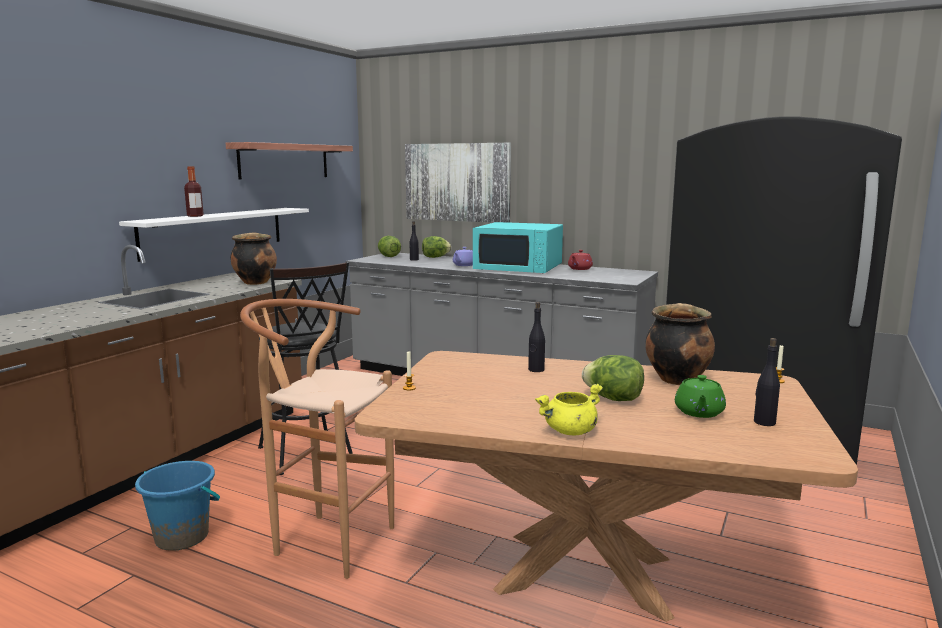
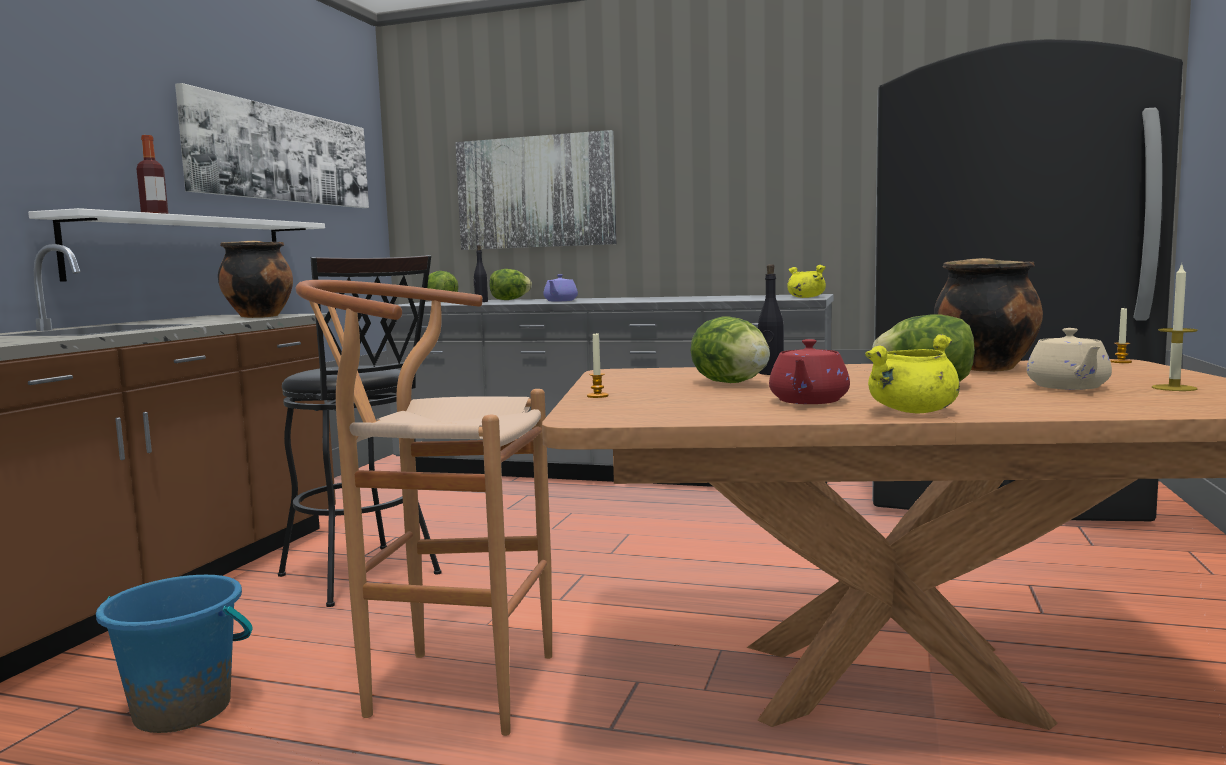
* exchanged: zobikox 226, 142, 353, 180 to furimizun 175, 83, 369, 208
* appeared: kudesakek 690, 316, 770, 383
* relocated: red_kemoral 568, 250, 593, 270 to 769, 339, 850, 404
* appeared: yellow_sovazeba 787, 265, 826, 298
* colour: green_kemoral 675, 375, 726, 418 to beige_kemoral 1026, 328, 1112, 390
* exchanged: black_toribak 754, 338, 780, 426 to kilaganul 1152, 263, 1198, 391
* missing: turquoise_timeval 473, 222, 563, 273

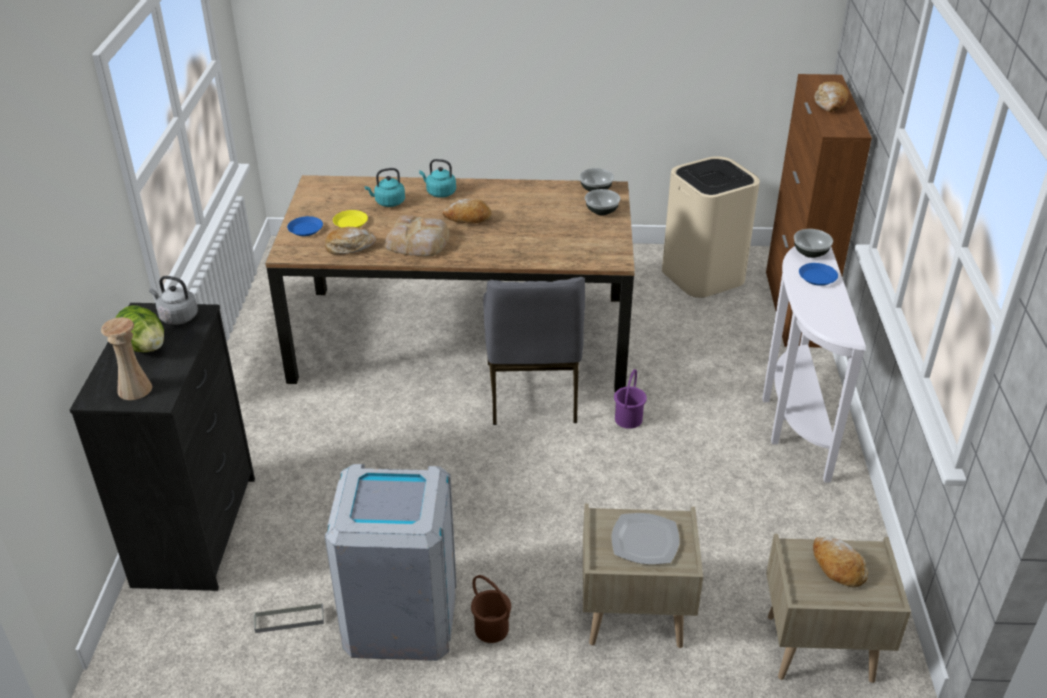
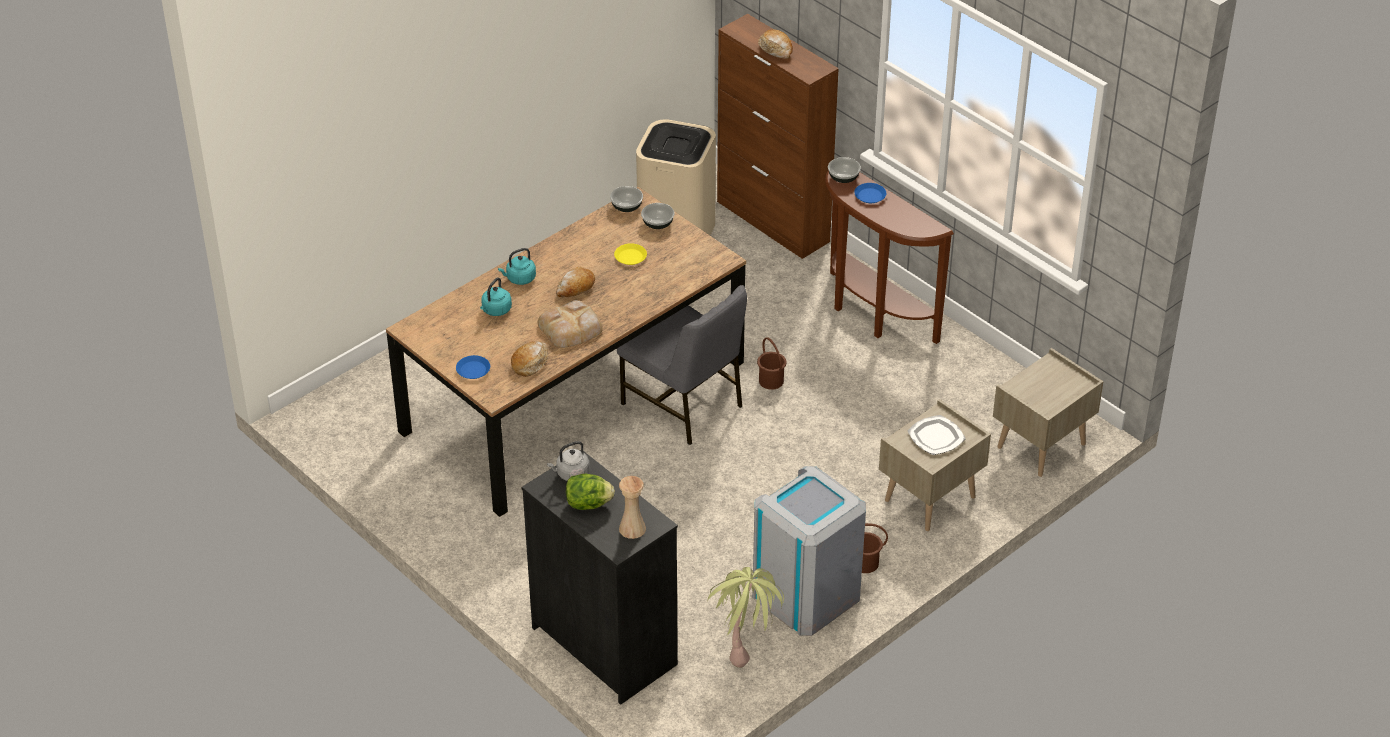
* relocated: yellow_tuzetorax 333, 210, 368, 228 to 614, 243, 647, 265
* exchanged: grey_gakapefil 254, 603, 324, 633 to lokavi 708, 567, 784, 668
* colour: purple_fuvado 614, 369, 647, 429 to brown_fuvado 757, 337, 786, 390
* colour: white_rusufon 762, 246, 866, 483 to brown_rusufon 825, 170, 954, 344
* missing: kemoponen 813, 537, 868, 588

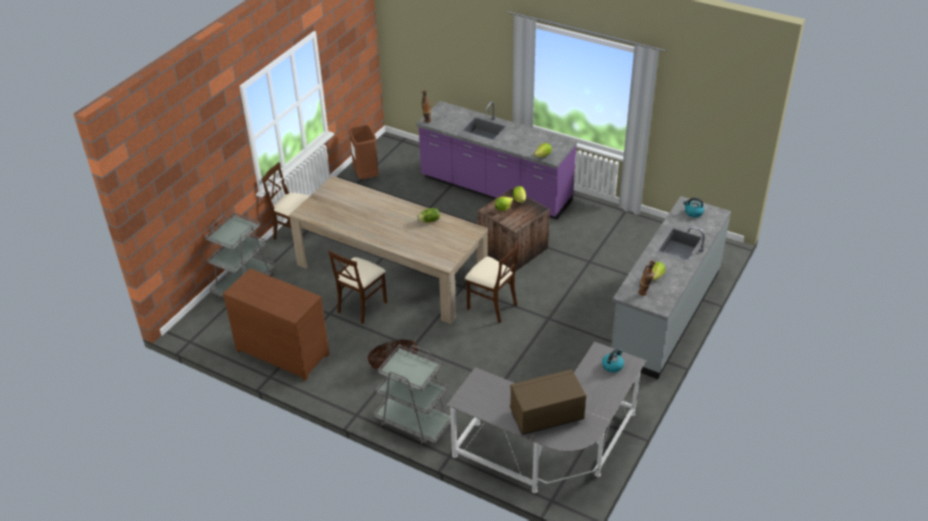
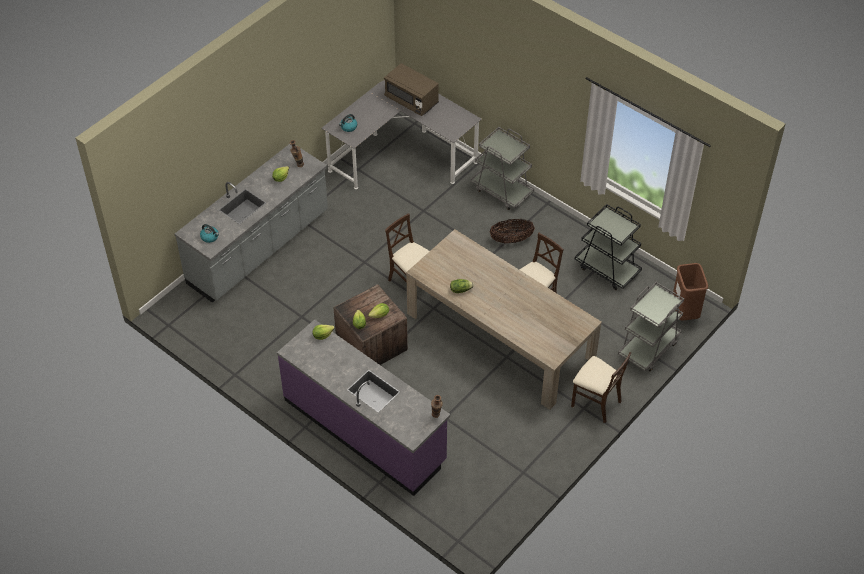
* spun: brown_timeval 510, 369, 586, 435 = 384, 63, 439, 116 45 degrees clockwise
* exchanged: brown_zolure 223, 268, 329, 381 to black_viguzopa 575, 204, 642, 290
* relocated: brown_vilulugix 348, 125, 379, 179 to 673, 263, 708, 321

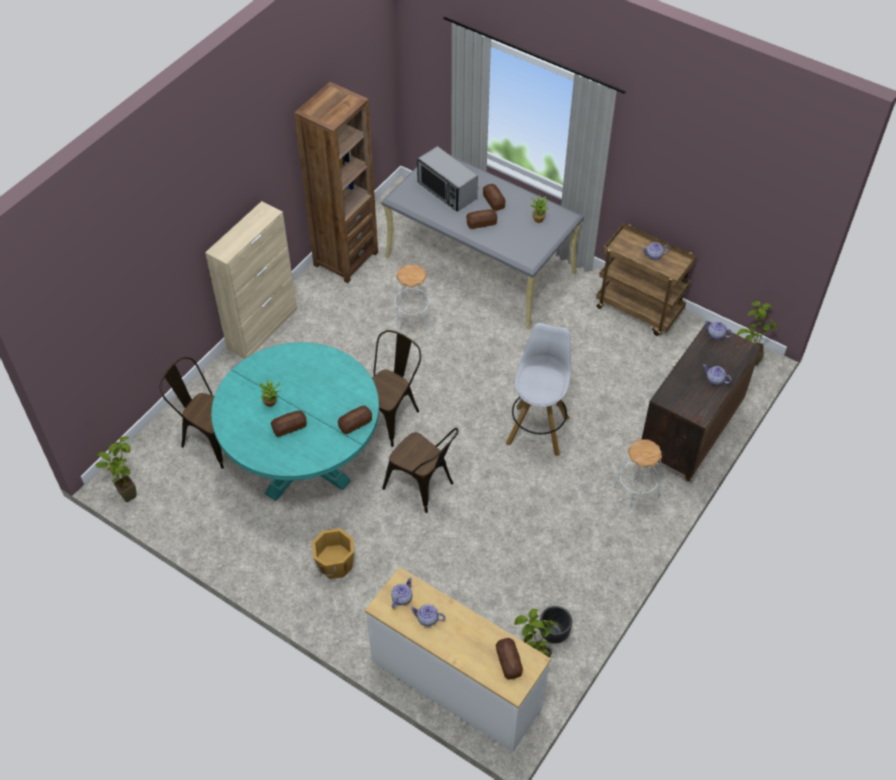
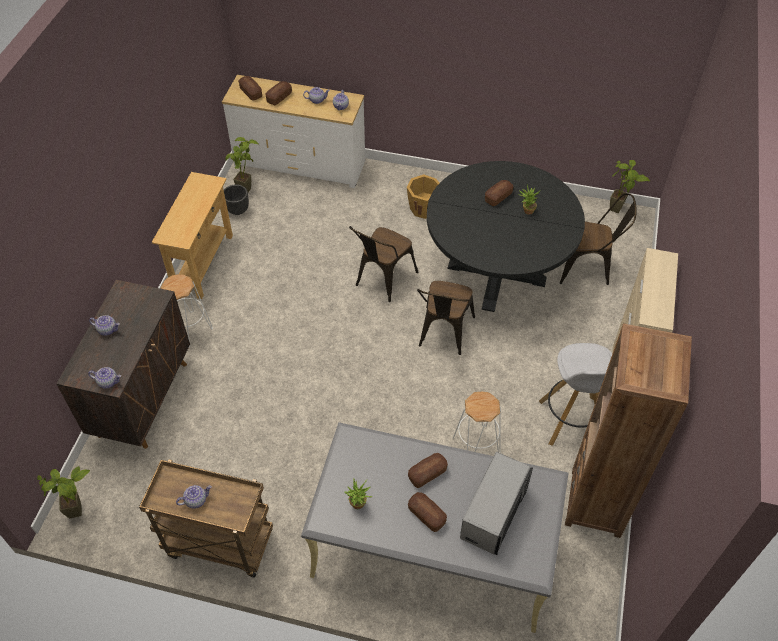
* appeared: beige_rusufon 152, 172, 233, 299
* relocated: kemoponen 338, 406, 372, 434 to 265, 81, 292, 105
* spun: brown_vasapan 382, 428, 458, 513 = 349, 226, 418, 302 75 degrees counterclockwise
* colour: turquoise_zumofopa 211, 342, 379, 501 to black_zumofopa 427, 161, 585, 312
* spun: timeval 417, 146, 478, 212 = 460, 452, 533, 555 90 degrees clockwise
* relocated: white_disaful 506, 323, 571, 456 to 539, 343, 612, 446

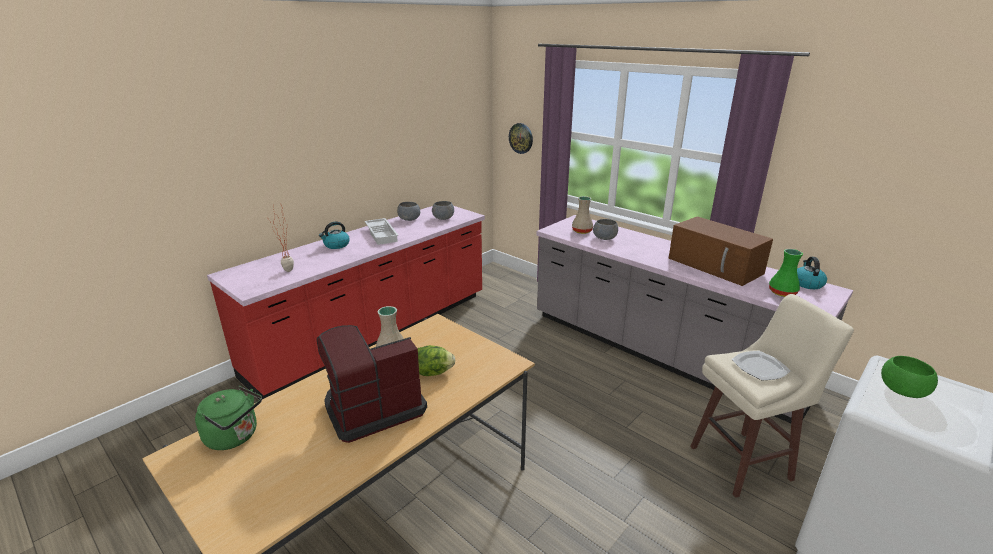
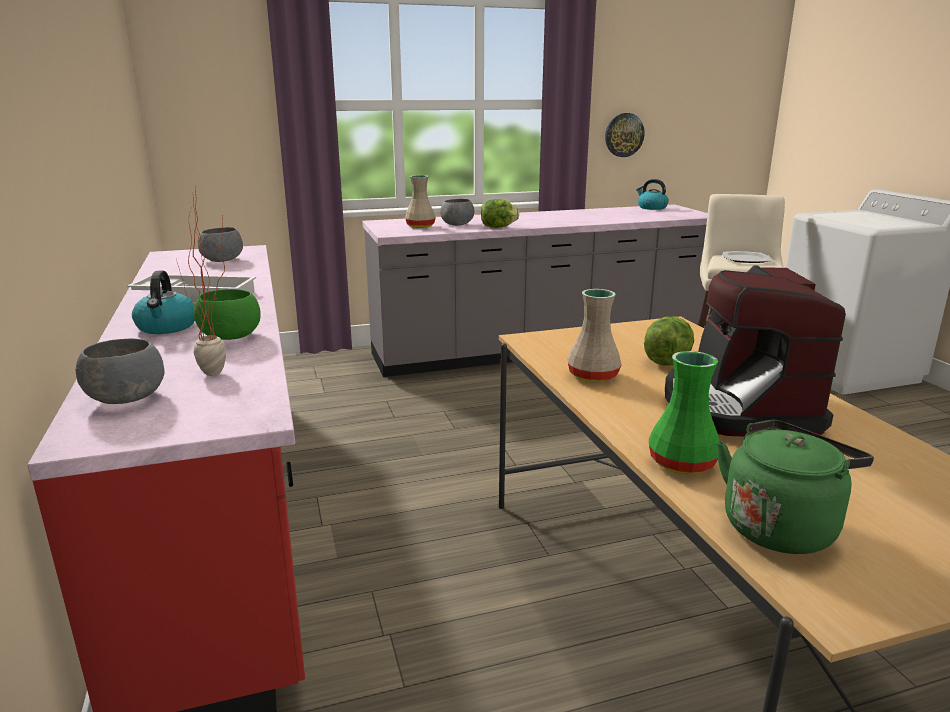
* relocated: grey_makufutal 397, 202, 420, 221 to 76, 338, 164, 404
* relocated: green_makufutal 881, 356, 938, 398 to 194, 289, 261, 340
* appeared: kudesakek 481, 199, 519, 228
* relocated: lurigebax 509, 123, 533, 154 to 605, 113, 645, 157
* relocated: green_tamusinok 769, 249, 803, 297 to 649, 351, 719, 475
* missing: brown_timeval 668, 216, 773, 286

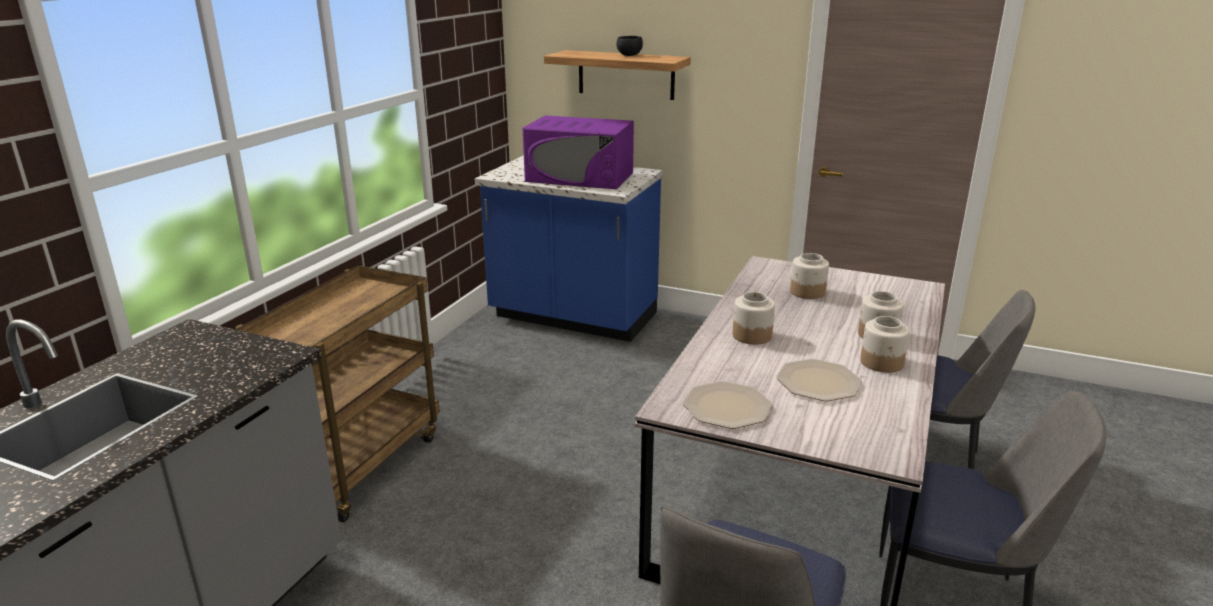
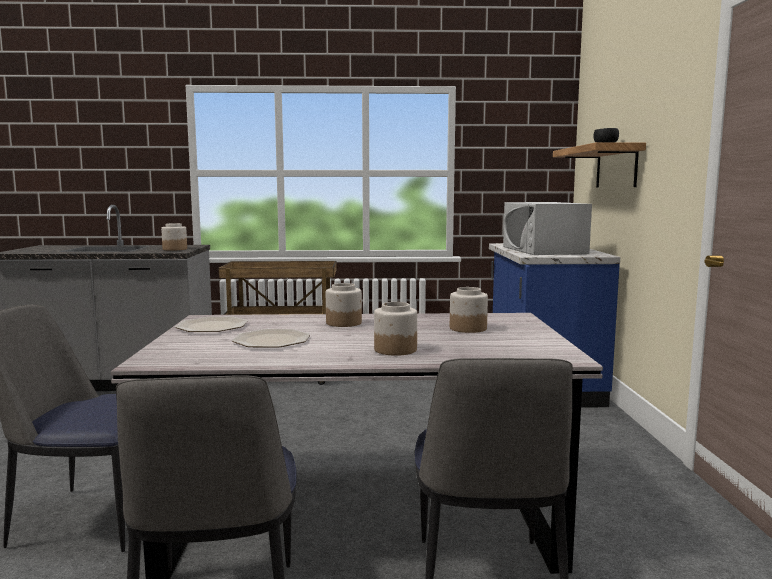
* relocated: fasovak 860, 316, 910, 373 to 161, 223, 187, 251
* colour: purple_timeval 523, 115, 634, 189 to white_timeval 503, 202, 592, 255

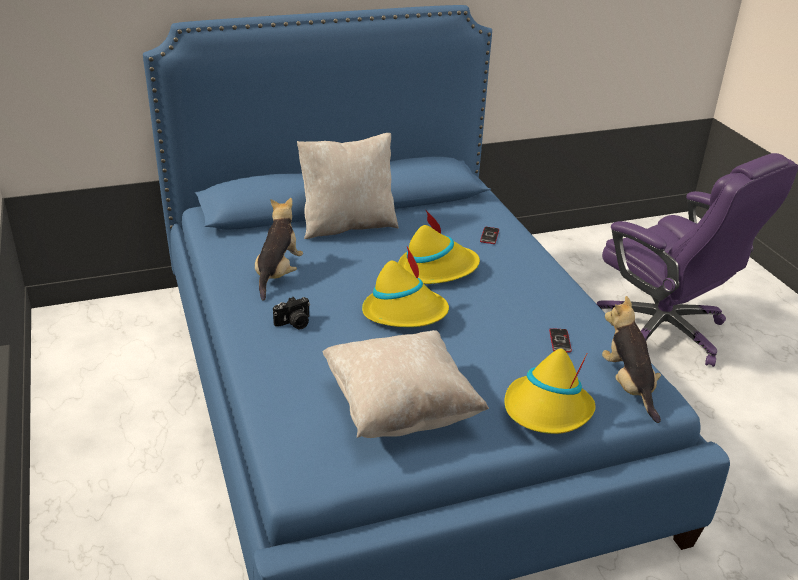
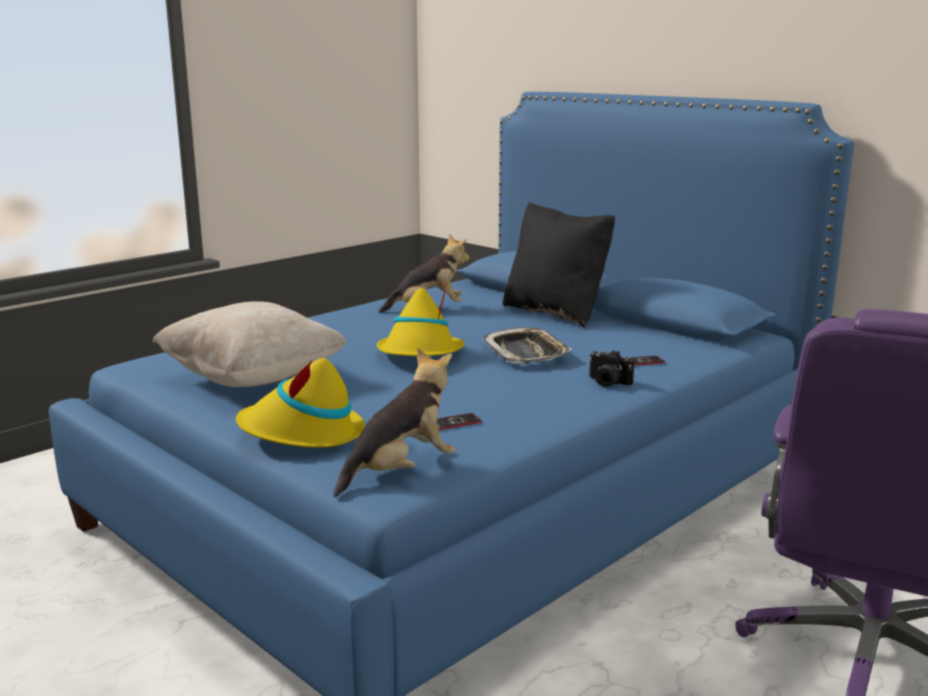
* exchanged: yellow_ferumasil 398, 209, 480, 284 to gakapefil 482, 327, 572, 364
* colour: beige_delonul 297, 133, 399, 239 to black_delonul 503, 202, 615, 328
* relocated: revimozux 273, 297, 310, 330 to 589, 350, 634, 387

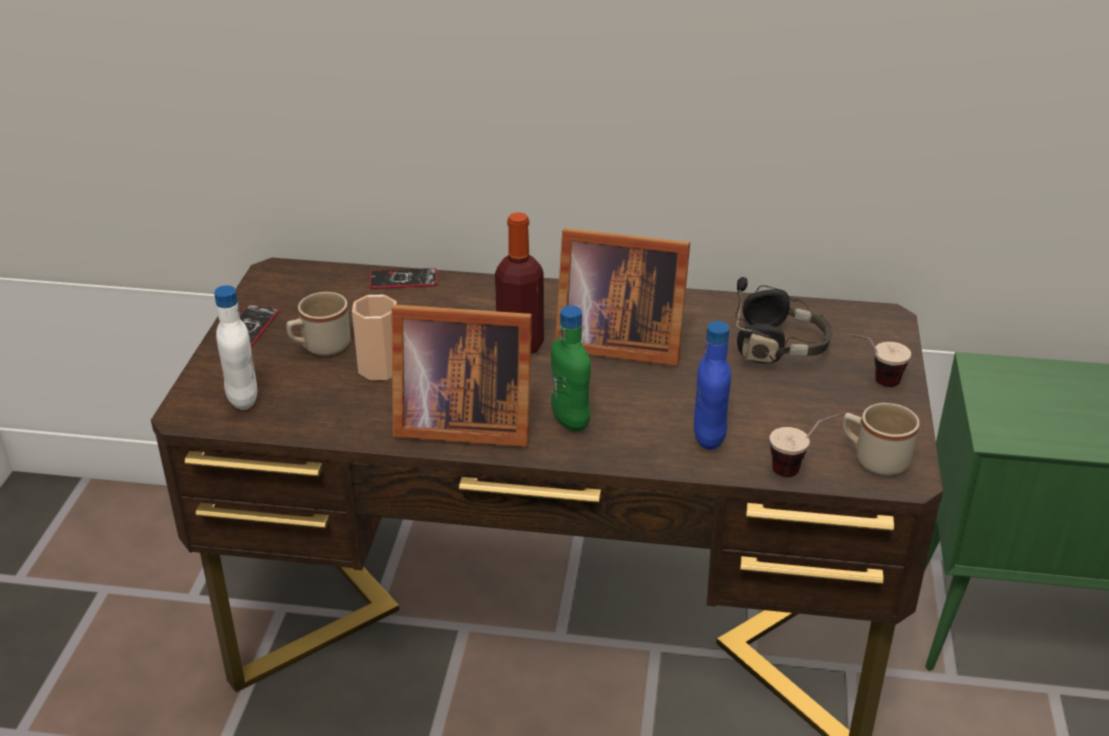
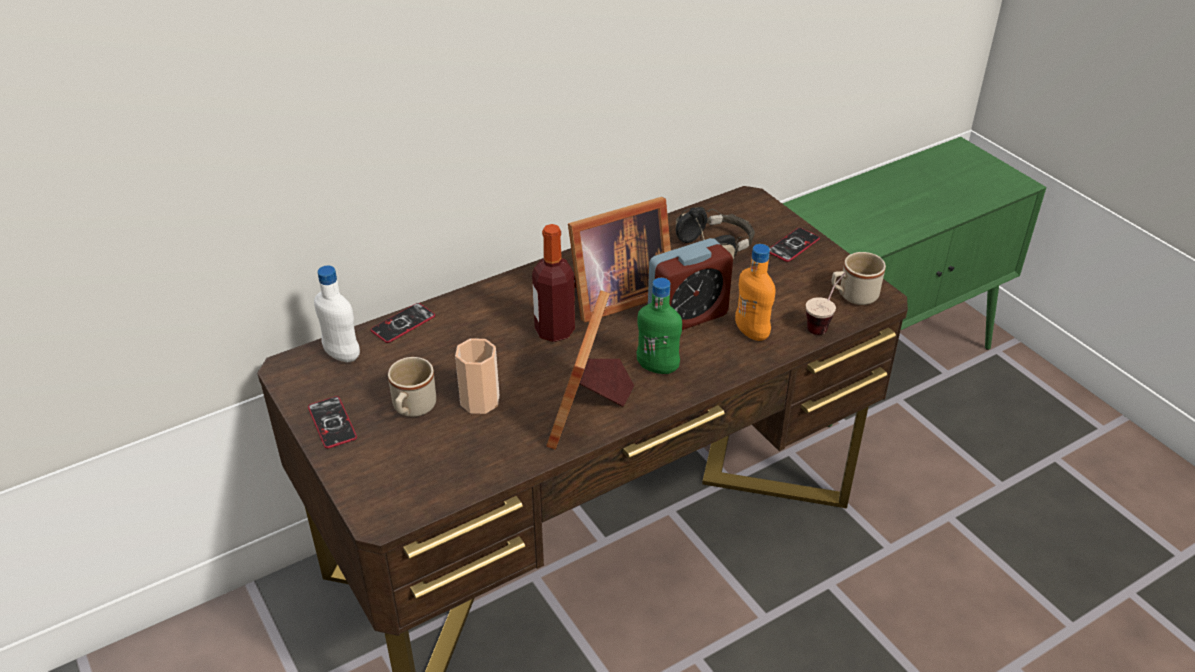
* relocated: white_toribak 214, 285, 257, 410 to 314, 265, 360, 362
* spun: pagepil 391, 305, 532, 447 = 546, 290, 634, 450 135 degrees clockwise
* appeared: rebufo 648, 238, 733, 330
* colour: blue_toribak 694, 321, 731, 450 to orange_toribak 735, 244, 775, 341
* exchanged: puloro 849, 334, 911, 387 to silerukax 770, 228, 820, 262

